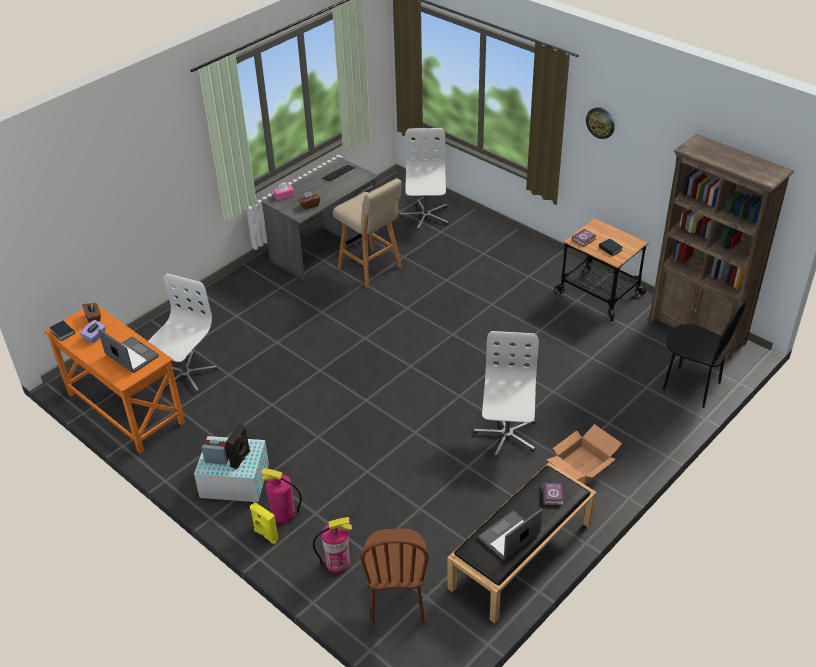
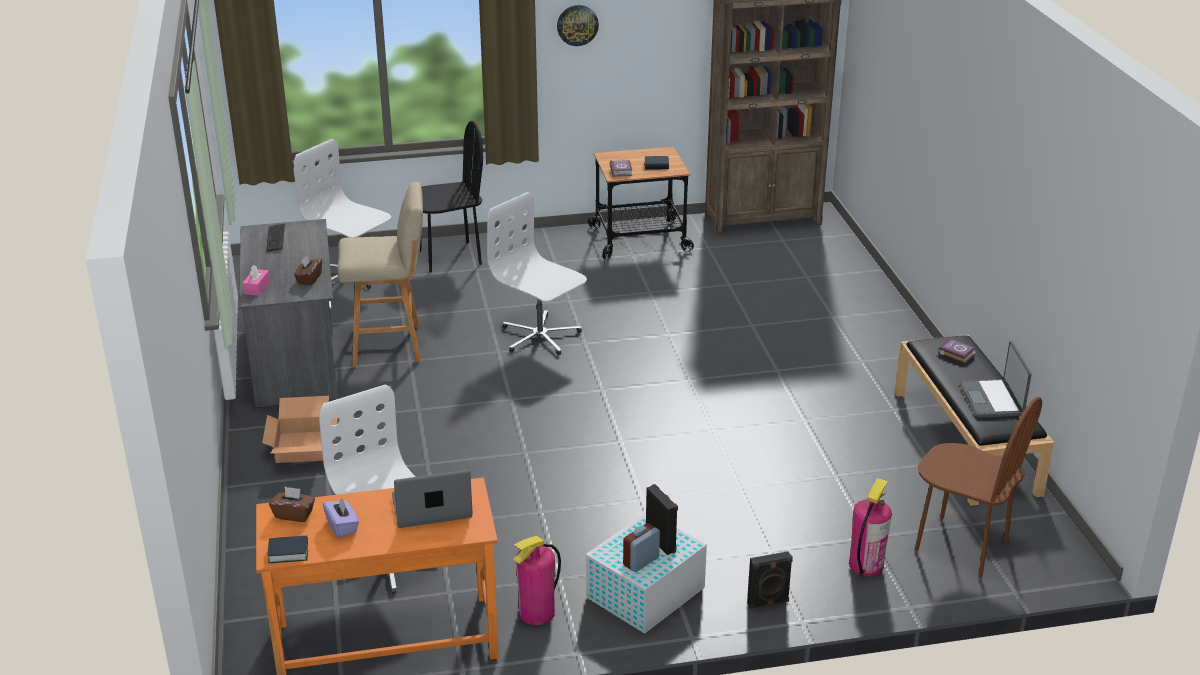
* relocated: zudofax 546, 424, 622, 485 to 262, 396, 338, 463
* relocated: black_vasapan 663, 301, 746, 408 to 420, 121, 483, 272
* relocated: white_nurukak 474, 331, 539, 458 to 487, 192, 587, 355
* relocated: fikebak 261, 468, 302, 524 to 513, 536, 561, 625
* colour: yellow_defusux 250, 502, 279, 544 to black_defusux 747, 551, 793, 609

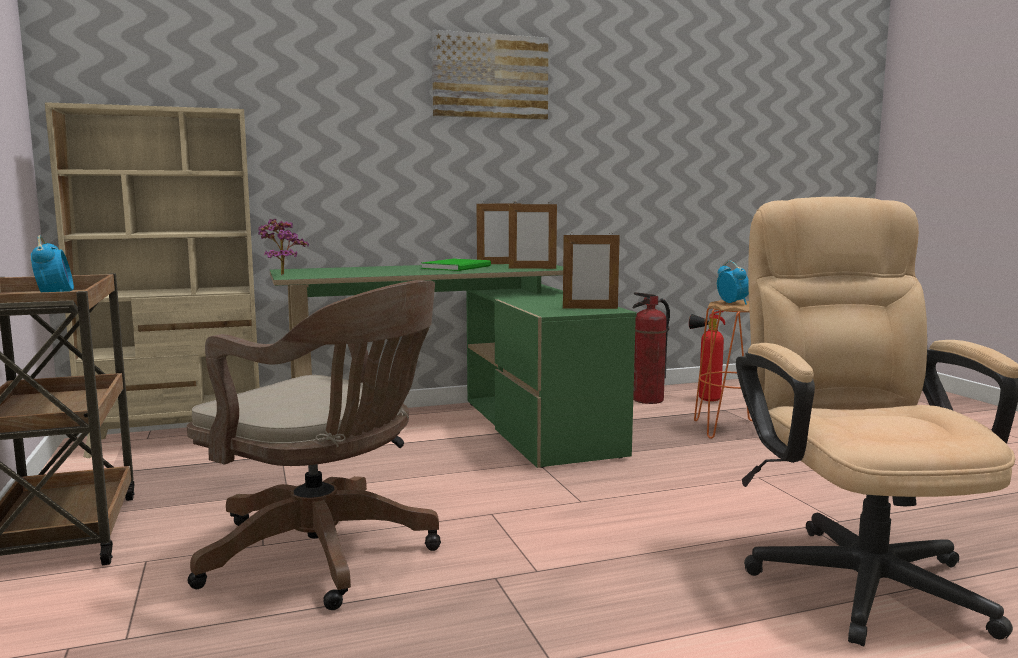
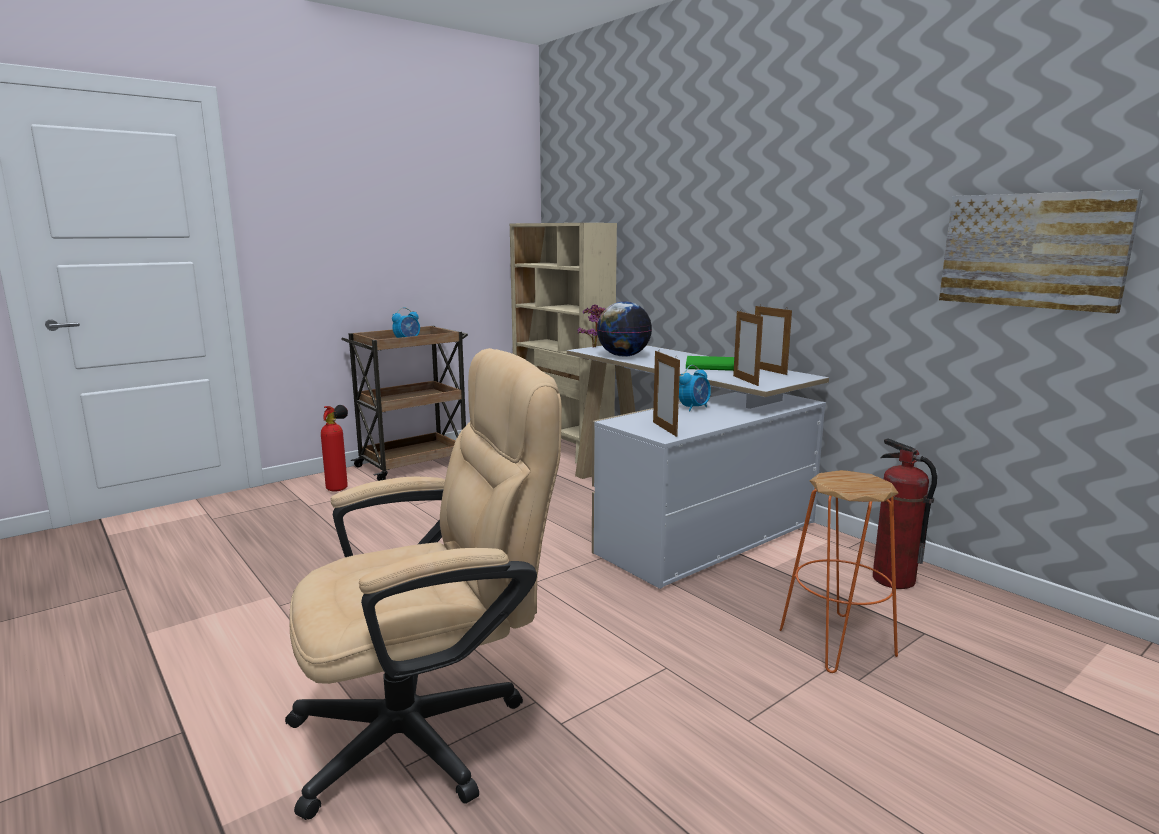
* relocated: fikebak 689, 311, 725, 402 to 321, 405, 348, 492
* colour: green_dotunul 270, 264, 637, 468 to white_dotunul 567, 345, 829, 589
* appeared: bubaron 597, 301, 652, 357
* relocated: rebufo 717, 261, 749, 305 to 679, 365, 711, 411
* relocated: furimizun 432, 30, 549, 120 to 939, 190, 1143, 314
* missing: brown_nurukak 187, 280, 441, 610

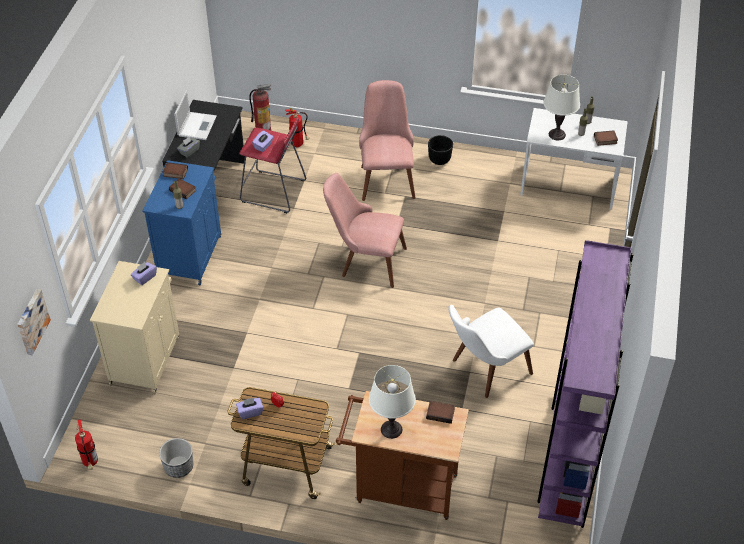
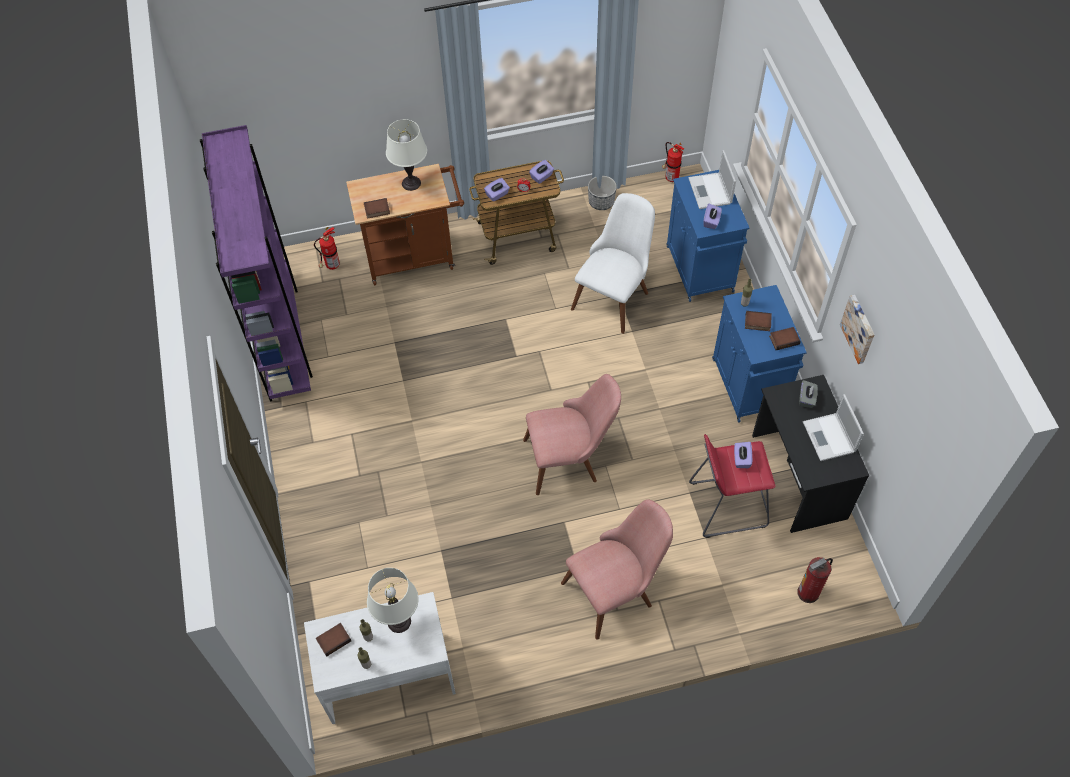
* relocated: fikebak 285, 108, 310, 147 to 314, 227, 340, 270
* appeared: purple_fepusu 484, 178, 510, 202
* spun: pink_vasapan 359, 80, 416, 201 = 561, 499, 673, 640 90 degrees counterclockwise
* relocated: white_vasapan 448, 305, 534, 398 to 571, 193, 655, 334
* colour: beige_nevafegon 90, 261, 180, 394 to blue_nevafegon 667, 170, 749, 302
* appeared: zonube 688, 150, 736, 209
* relocated: furimizun 17, 289, 51, 355 to 840, 295, 875, 364
* missing: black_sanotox 428, 135, 453, 165

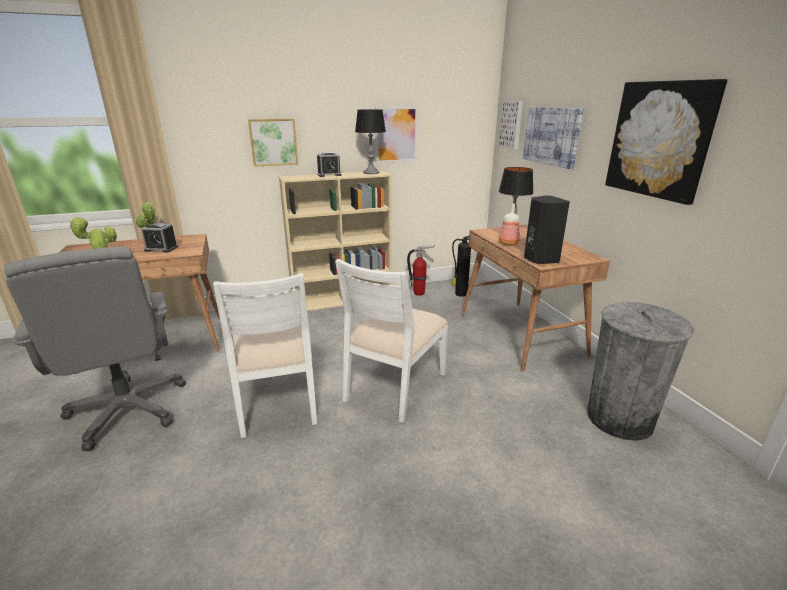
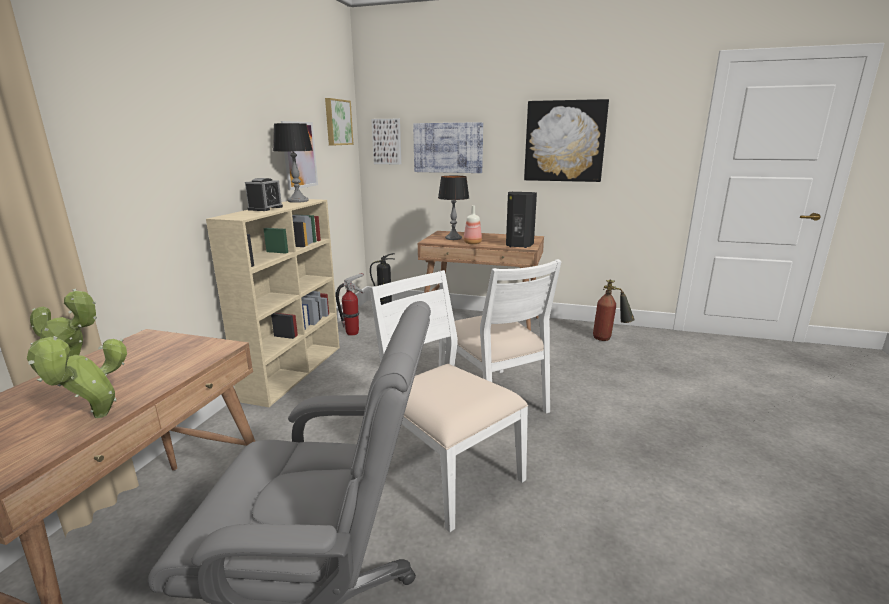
* relocated: furimizun 248, 119, 298, 167 to 325, 98, 354, 145
* spun: white_vasapan 213, 273, 317, 438 = 369, 270, 528, 532 150 degrees counterclockwise
* exchanged: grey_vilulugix 587, 302, 694, 441 to fikebak 593, 280, 635, 341
* missing: rebufo 141, 223, 178, 252

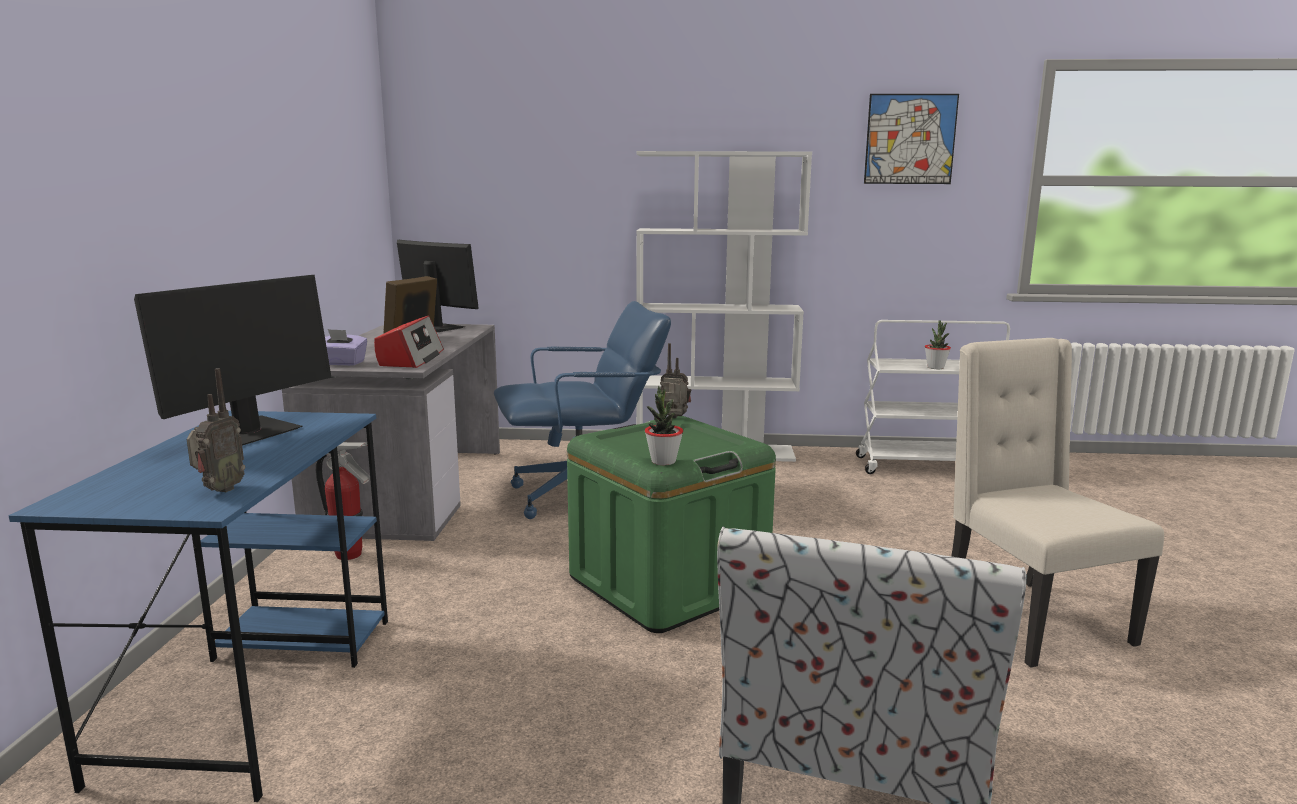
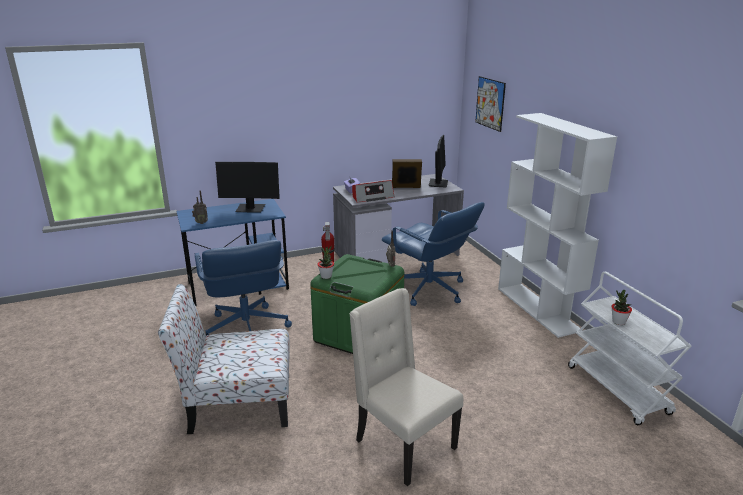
* appeared: blue_nurukak 195, 240, 292, 336
* spun: beige_vasapan 951, 338, 1164, 667 = 349, 288, 463, 486 90 degrees counterclockwise
* relocated: furimizun 864, 94, 959, 184 to 475, 76, 506, 132

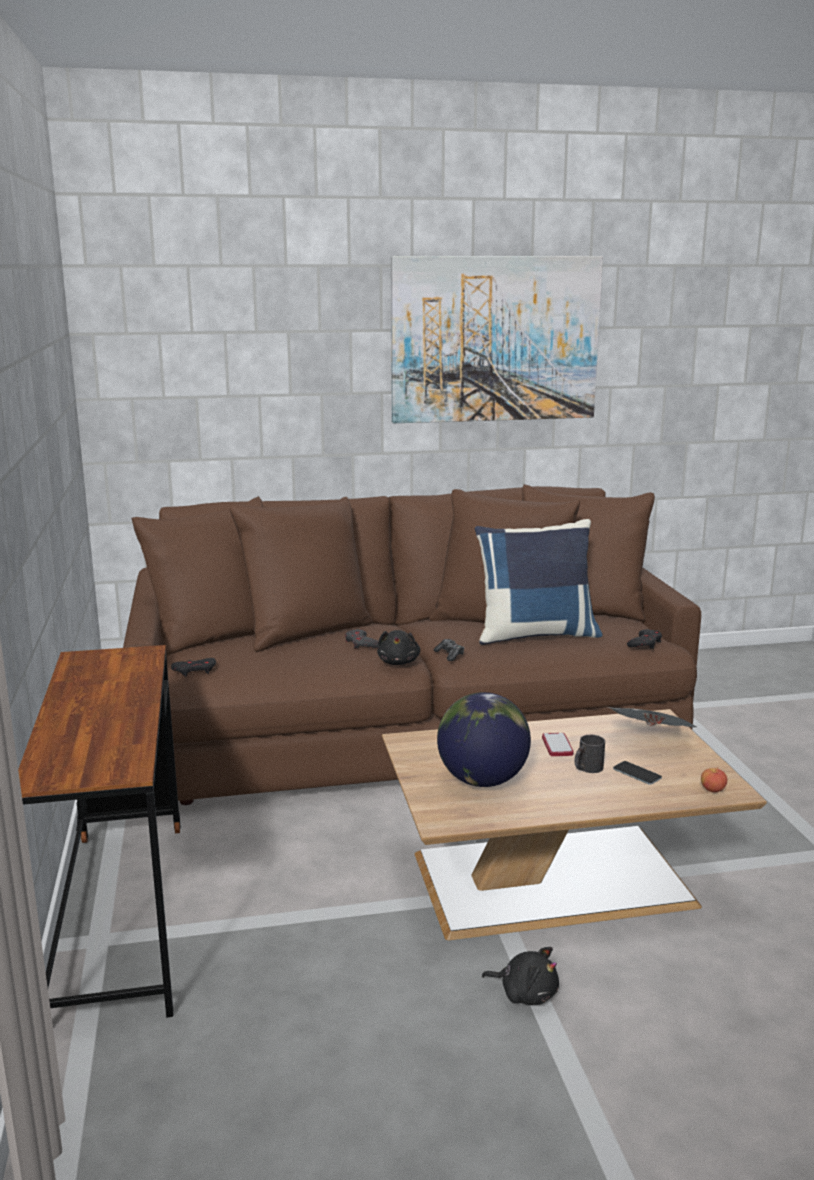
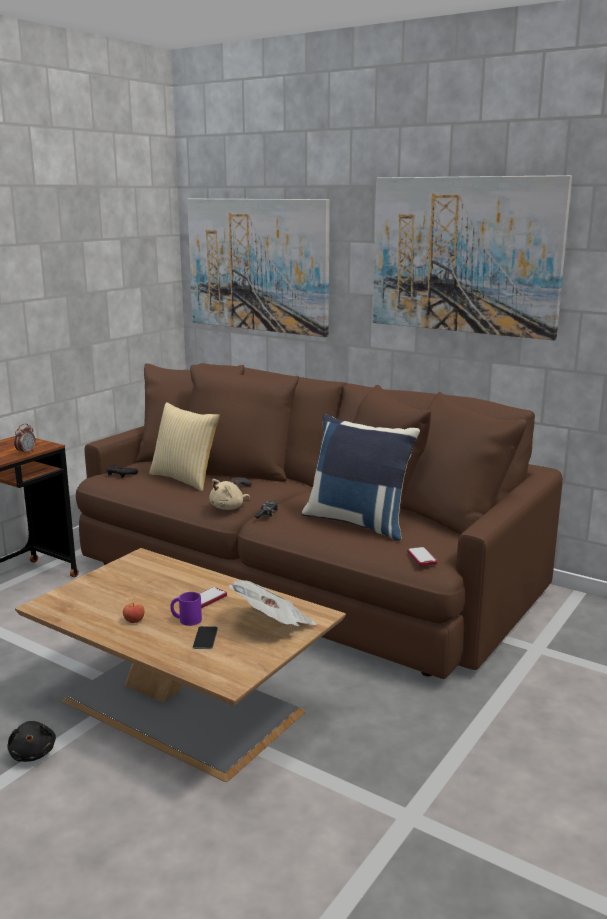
* appeared: rebufo 14, 424, 35, 455
* relocated: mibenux 701, 767, 727, 792 to 123, 603, 145, 623
* appeared: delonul 150, 402, 220, 492
* colour: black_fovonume 575, 735, 605, 773 to purple_fovonume 170, 592, 202, 626
* appeared: furimizun 187, 199, 330, 337
* colour: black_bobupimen 377, 630, 420, 665 to beige_bobupimen 209, 479, 250, 510
* exchanged: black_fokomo 627, 629, 662, 649 to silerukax 407, 547, 437, 566
* missing: bubaron 437, 692, 531, 787

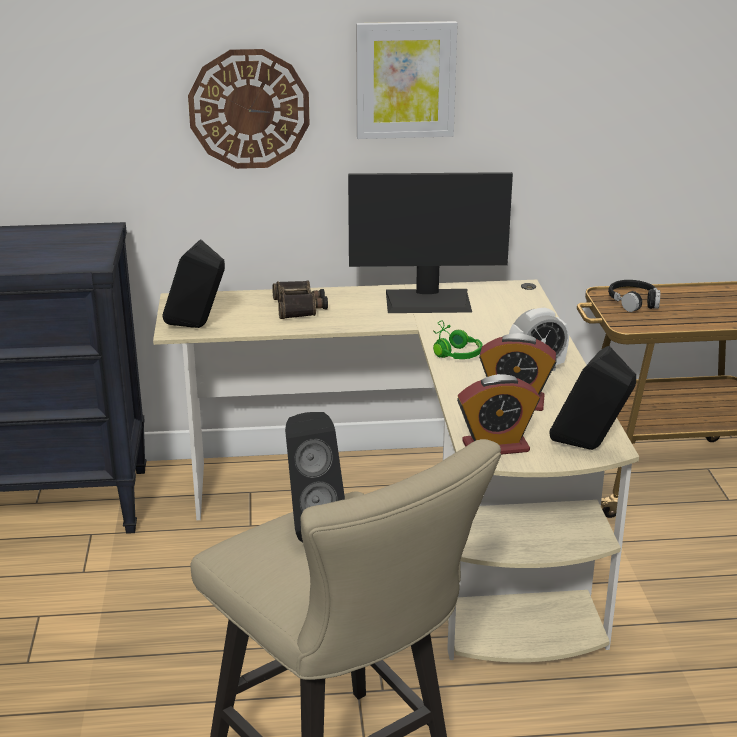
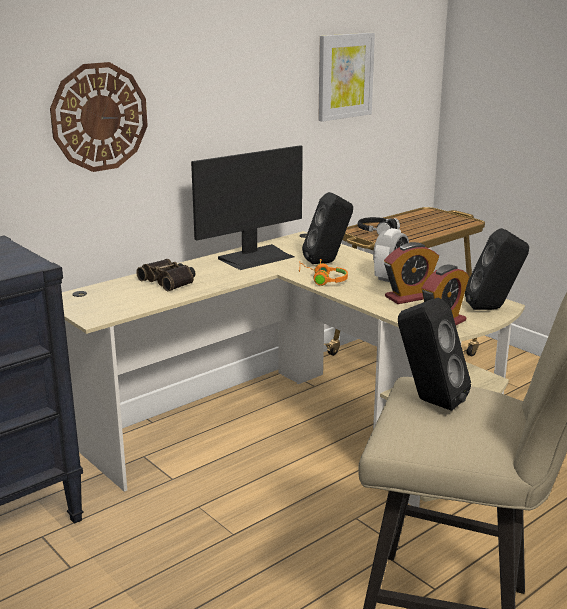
* colour: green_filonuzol 433, 320, 483, 359 to orange_filonuzol 299, 259, 348, 286
* relocated: black_defusux 162, 240, 225, 328 to 302, 192, 353, 264
* relocated: furimizun 356, 21, 458, 139 to 318, 33, 375, 122

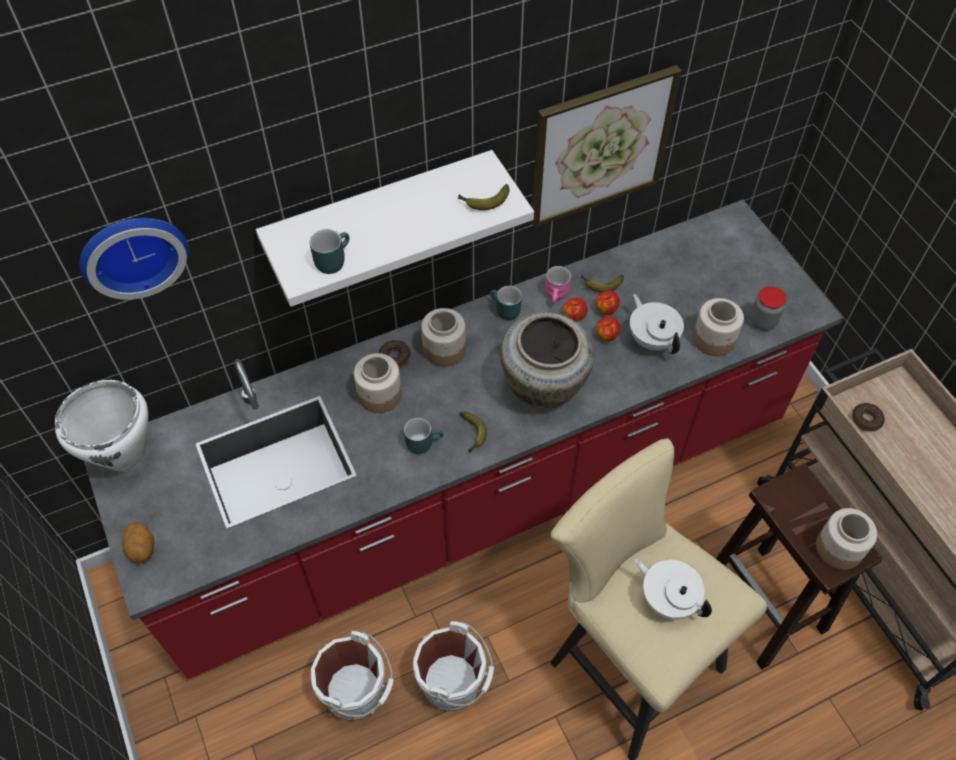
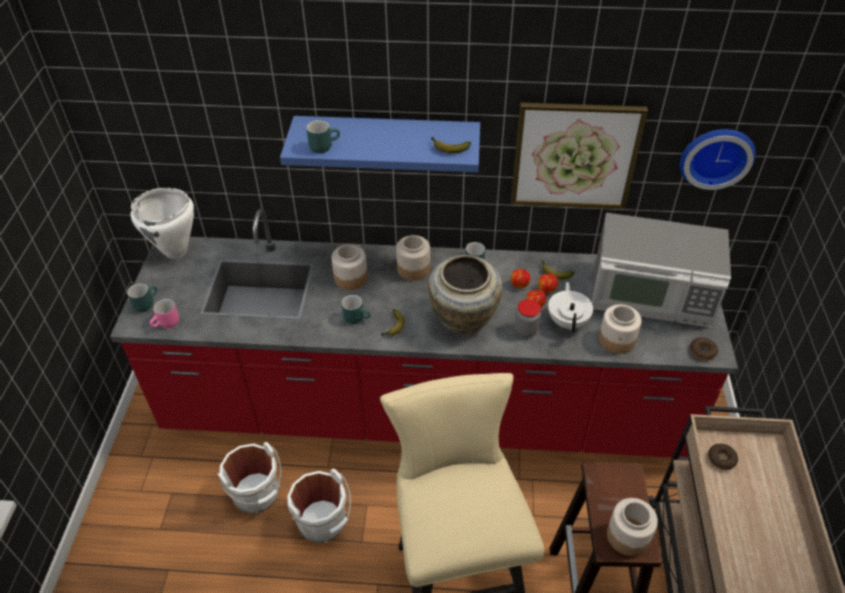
* exchanged: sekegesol 122, 522, 154, 563 to turquoise_fovonume 127, 283, 157, 312
* relocated: pink_fovonume 545, 266, 571, 303 to 150, 299, 179, 328
* colour: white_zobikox 256, 150, 534, 307 to blue_zobikox 280, 116, 480, 172
* relocated: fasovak 750, 286, 787, 331 to 515, 299, 541, 337
* appeared: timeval 591, 213, 731, 328
* relocated: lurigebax 79, 218, 189, 300 to 679, 129, 756, 190
* relocated: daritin 379, 340, 411, 367 to 690, 337, 718, 361
* missing: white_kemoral 634, 559, 712, 620

